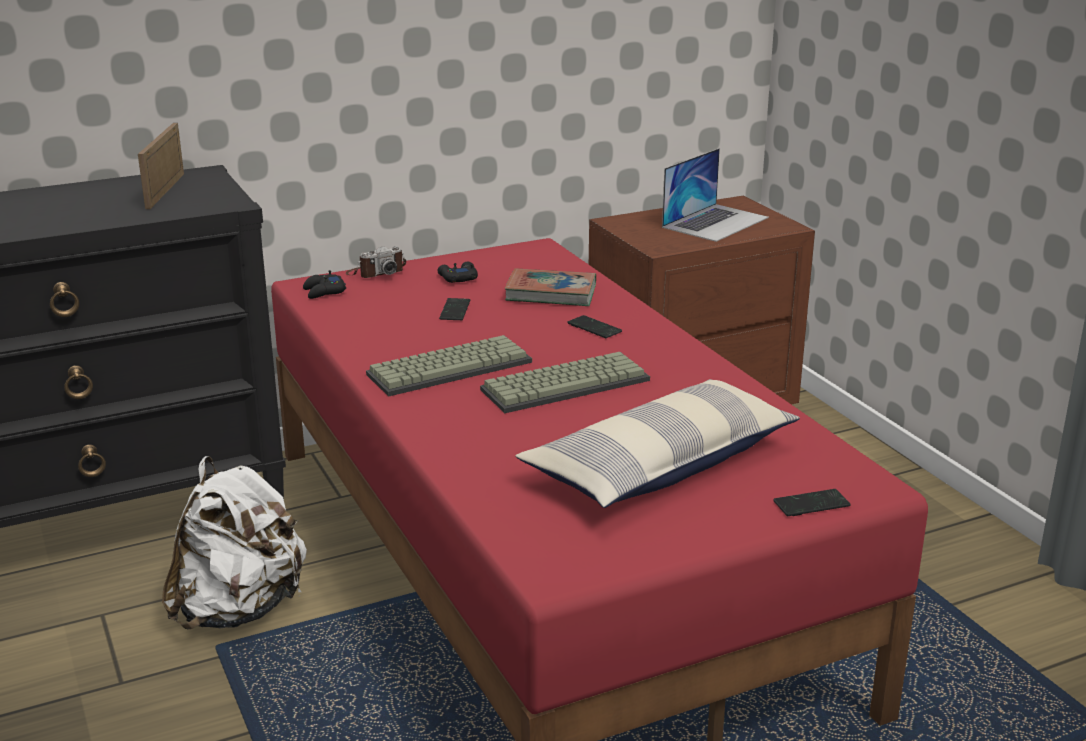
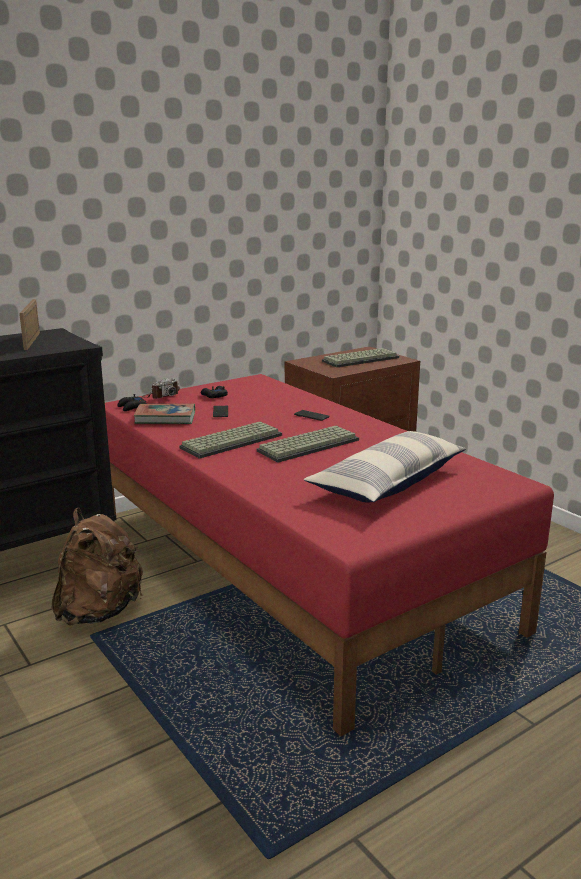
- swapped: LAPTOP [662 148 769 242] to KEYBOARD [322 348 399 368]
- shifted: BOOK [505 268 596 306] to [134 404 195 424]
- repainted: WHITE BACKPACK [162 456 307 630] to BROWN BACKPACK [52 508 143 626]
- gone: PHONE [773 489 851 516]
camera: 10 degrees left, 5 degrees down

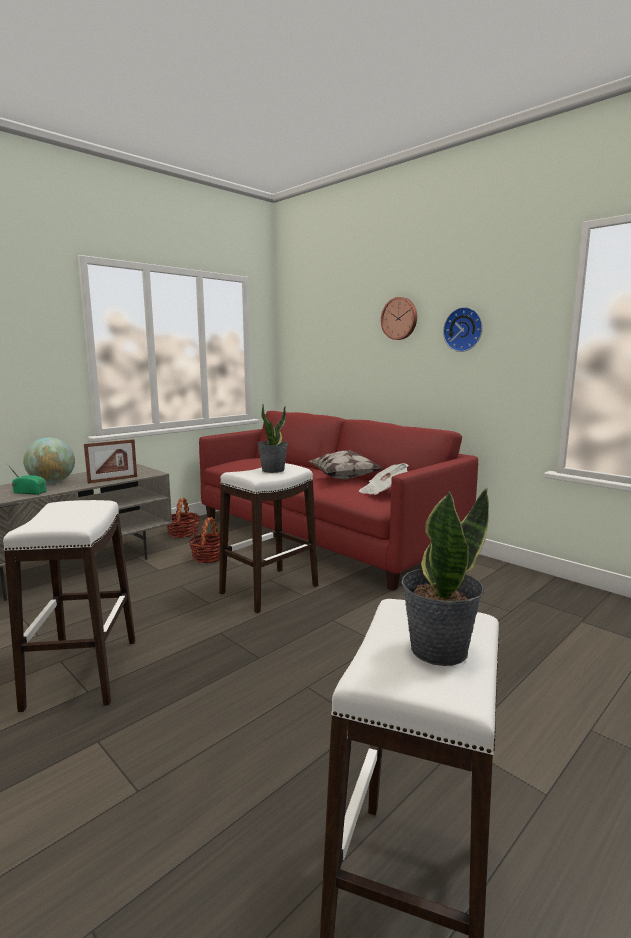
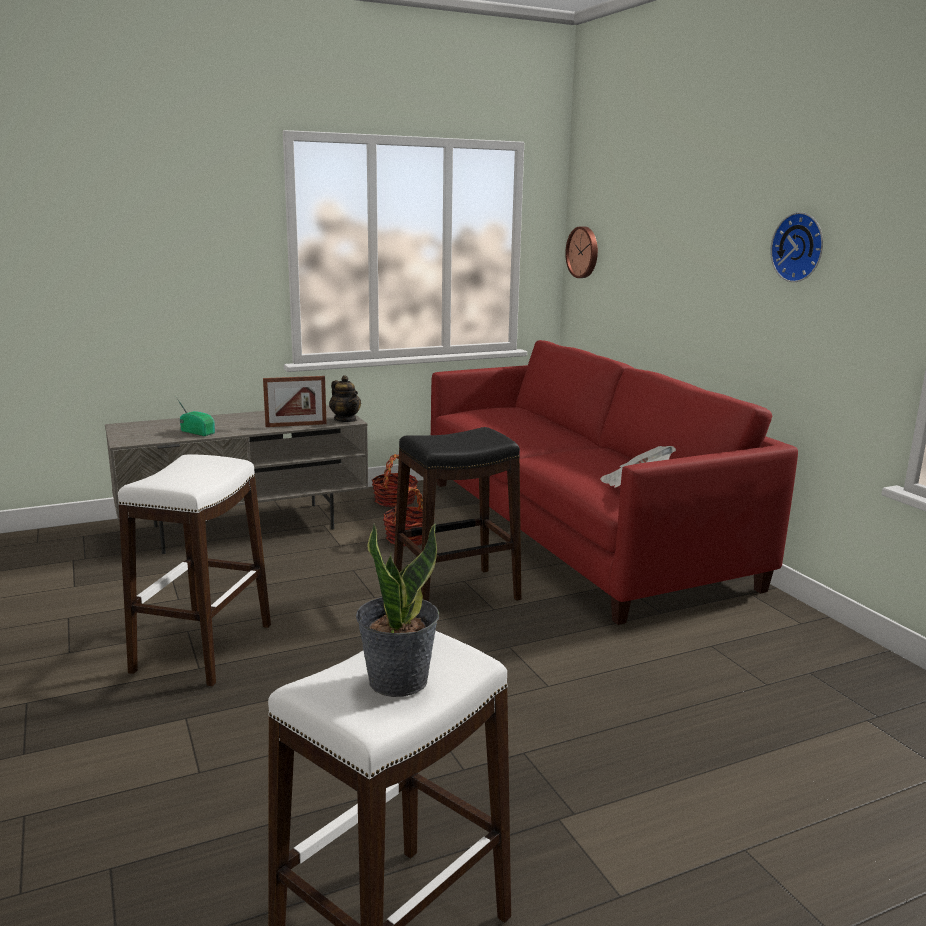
- shifted: WALL CLOCK [381 297 417 340] to [565 227 598 278]
- gone: POTTED PLANT [257 405 288 473]
- gone: GLOBE [23 438 75 484]
- gone: PILLOW [309 450 383 480]
- repainted: WHITE STOOL [219 463 318 613] to BLACK STOOL [394 427 521 601]
- new: TEAPOT [329 375 361 422]
camera: 20 degrees right, 5 degrees up

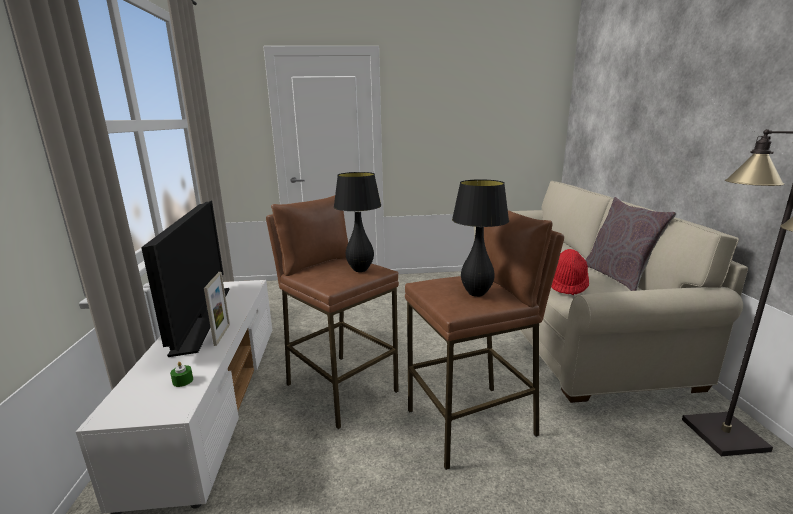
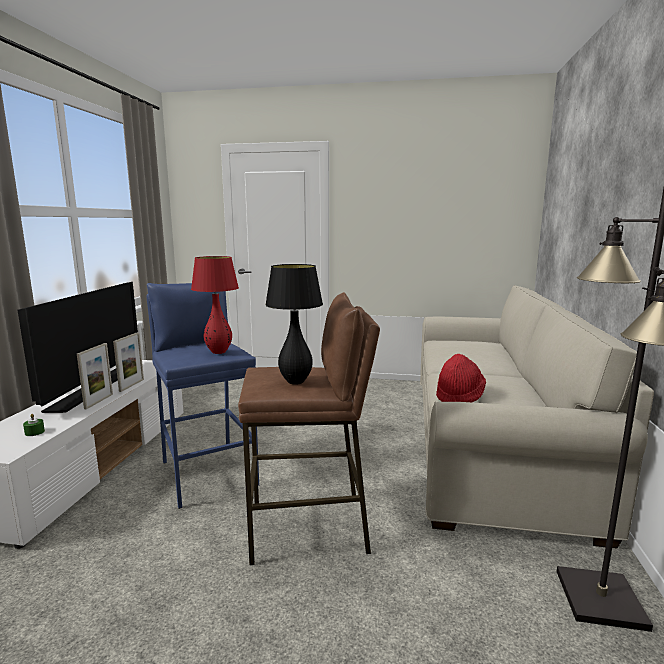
- repainted: BLACK TABLE LAMP [334 172 381 272] to RED TABLE LAMP [191 256 239 354]
- repainted: BROWN STOOL [266 195 399 429] to BLUE STOOL [147 283 259 509]
- gone: GREY PILLOW [585 197 676 291]
- new: PICTURE FRAME [113 332 144 392]
camera: 15 degrees right, 5 degrees down

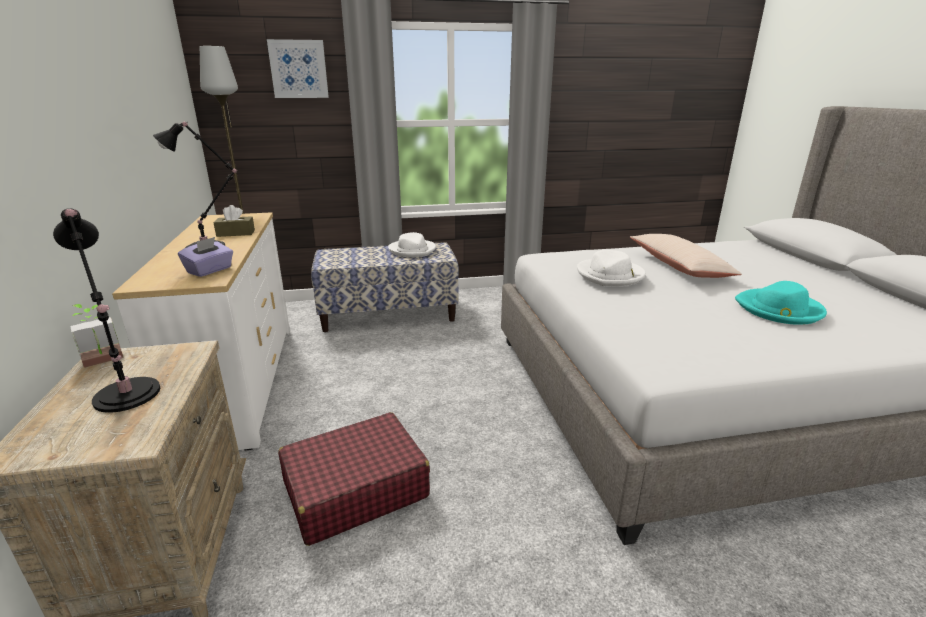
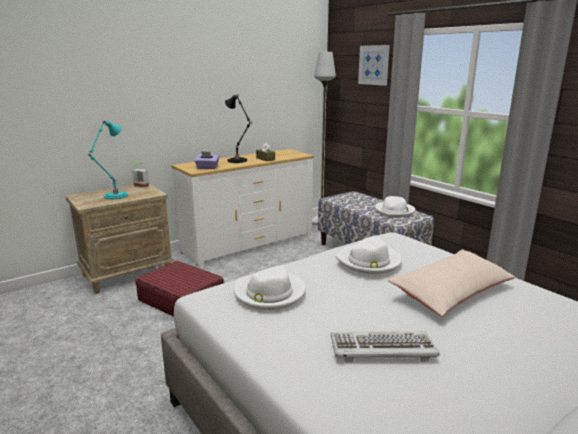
- repainted: BLACK TABLE LAMP [53 208 160 413] to TURQUOISE TABLE LAMP [88 120 128 199]
- swapped: TURQUOISE HAT [735 281 827 325] to KEYBOARD [331 331 440 362]
- new: WHITE HAT [234 266 305 310]
camera: 65 degrees right, 5 degrees down

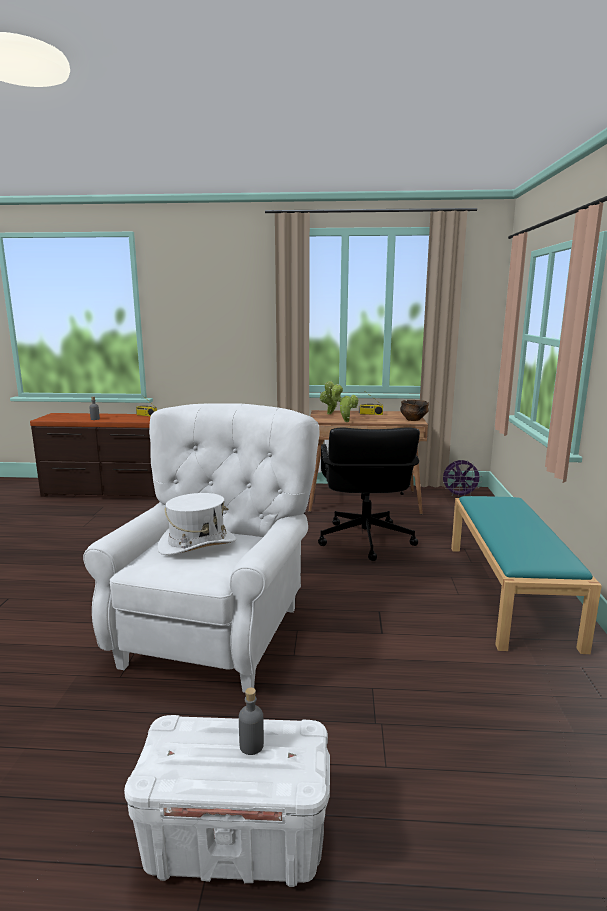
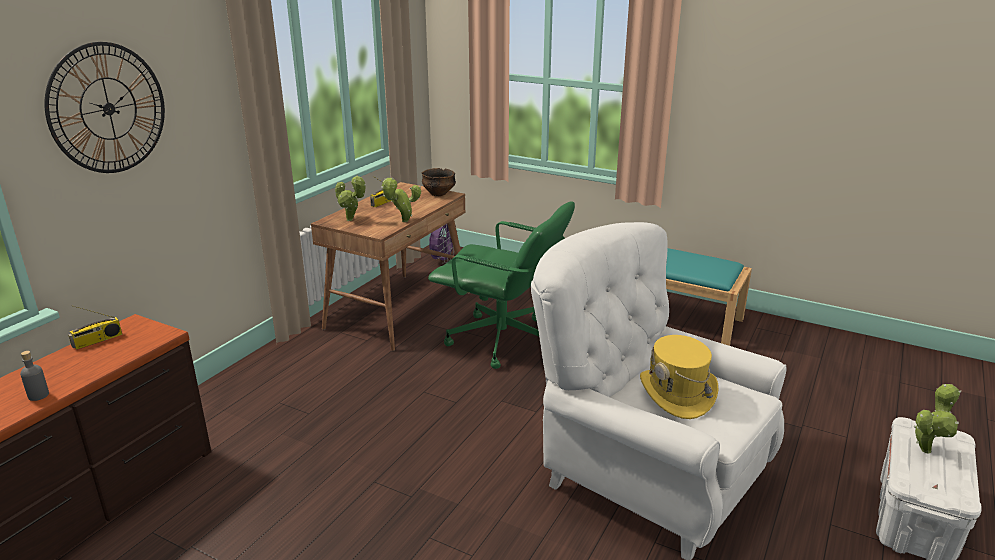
- repainted: BLACK OFFICE CHAIR [318 427 420 561] to GREEN OFFICE CHAIR [428 201 575 369]
- repainted: WHITE HAT [157 493 236 555] to YELLOW HAT [640 335 718 419]
- swapped: GREY BOTTLE [239 688 264 755] to POTTED PLANT [914 384 961 453]
- new: WALL CLOCK [44 42 165 173]
camera: 65 degrees left, 10 degrees up

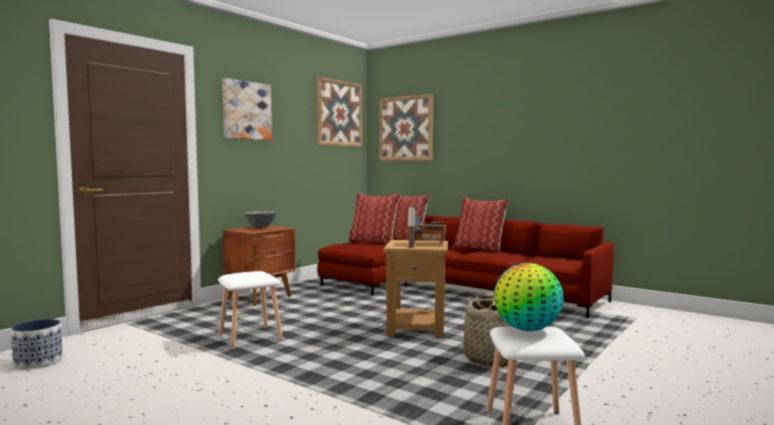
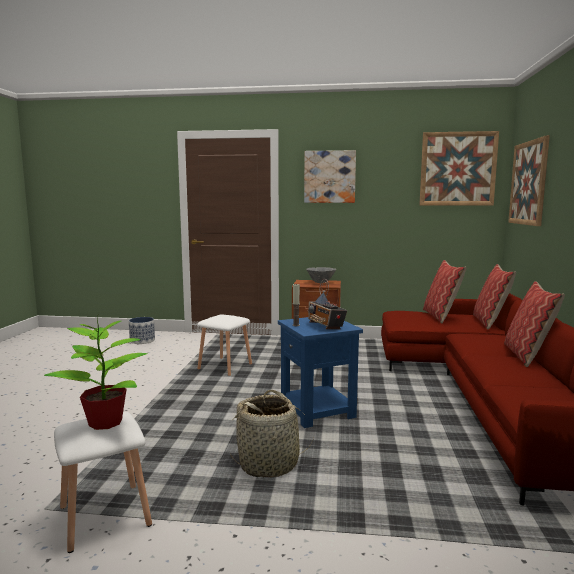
- repainted: BROWN SIDE TABLE [383 240 448 338] to BLUE SIDE TABLE [278 317 363 428]
- swapped: GLOBE [494 263 564 331] to POTTED PLANT [44 313 148 430]
camera: 60 degrees right, 5 degrees up

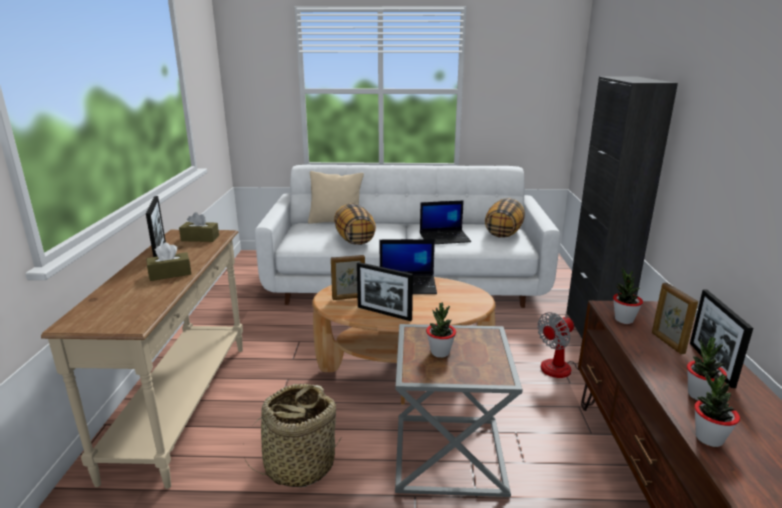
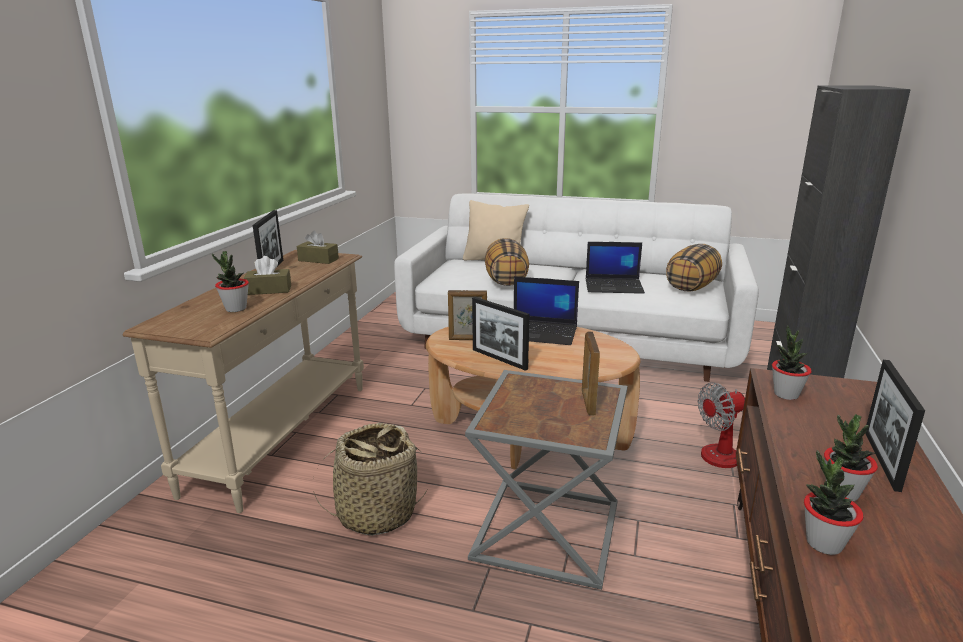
- shifted: PICTURE FRAME [652 283 698 354] to [582 332 600 415]
- shifted: POTTED PLANT [426 303 456 358] to [212 251 249 312]
camera: 15 degrees right, 0 degrees up

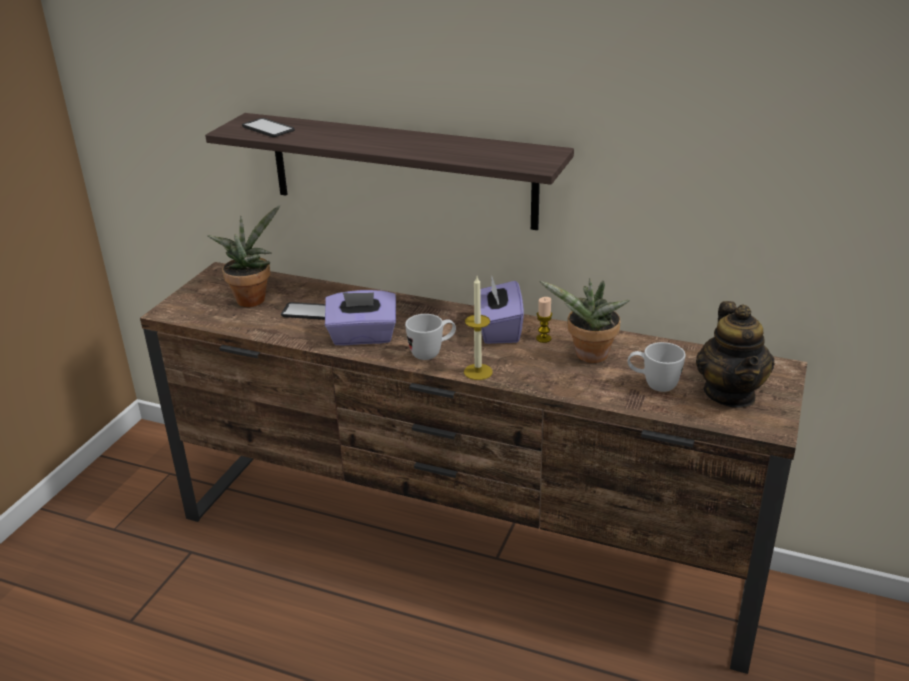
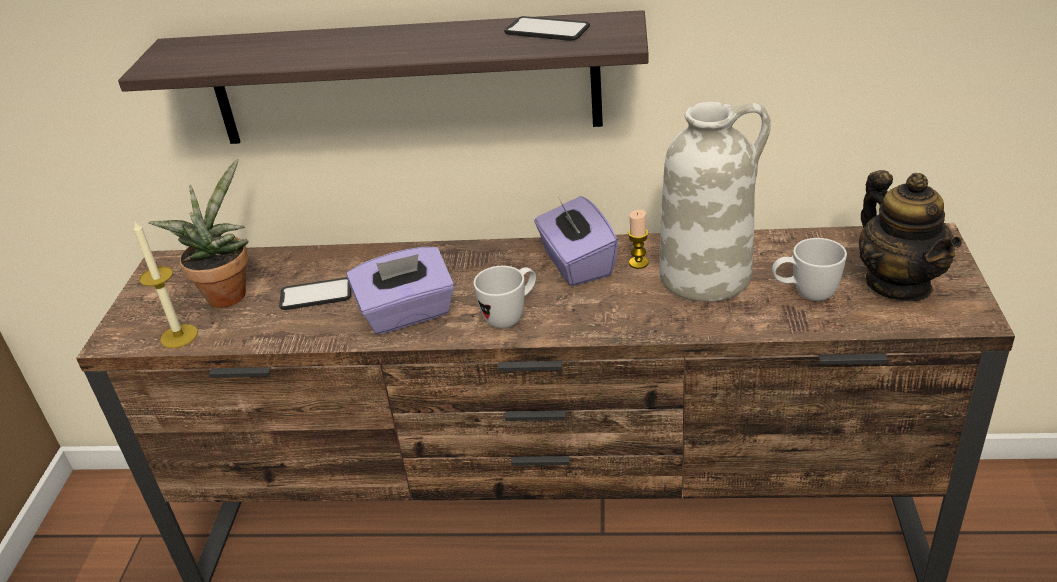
- shifted: PHONE [242 118 295 137] to [504 16 590 41]
- shifted: CANDLE [464 276 493 380] to [133 221 198 348]
- swapped: POTTED PLANT [539 278 630 363] to WHITE VASE [660 102 771 302]
camera: 15 degrees left, 5 degrees up

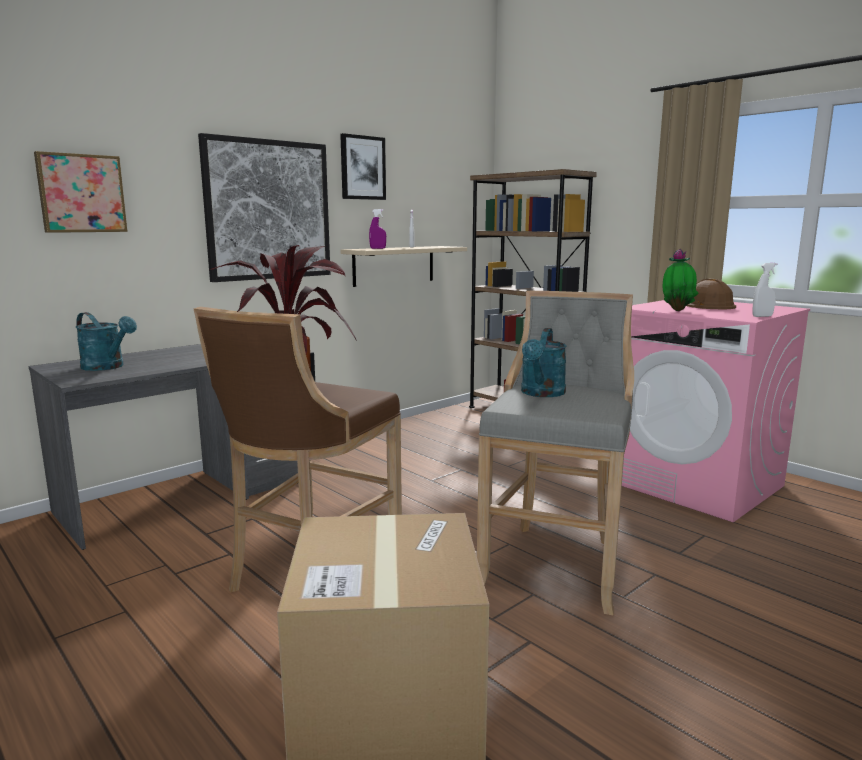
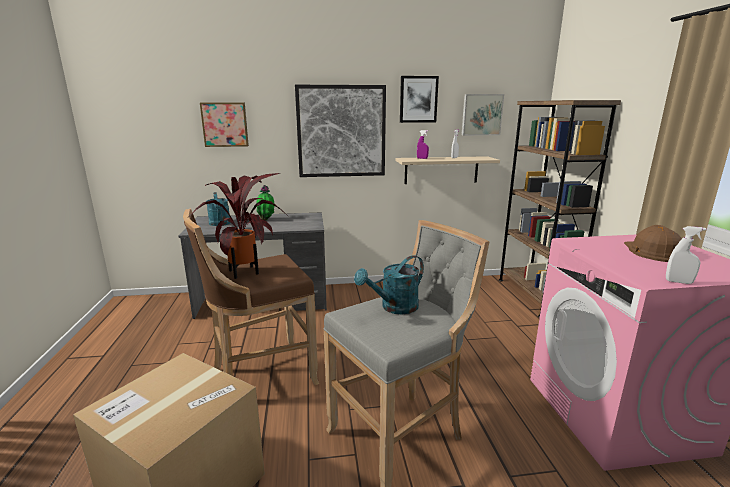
- shifted: POTTED PLANT [663 249 699 311] to [256 185 274 221]
- new: PICTURE [462 94 504 135]
camera: 35 degrees right, 5 degrees up

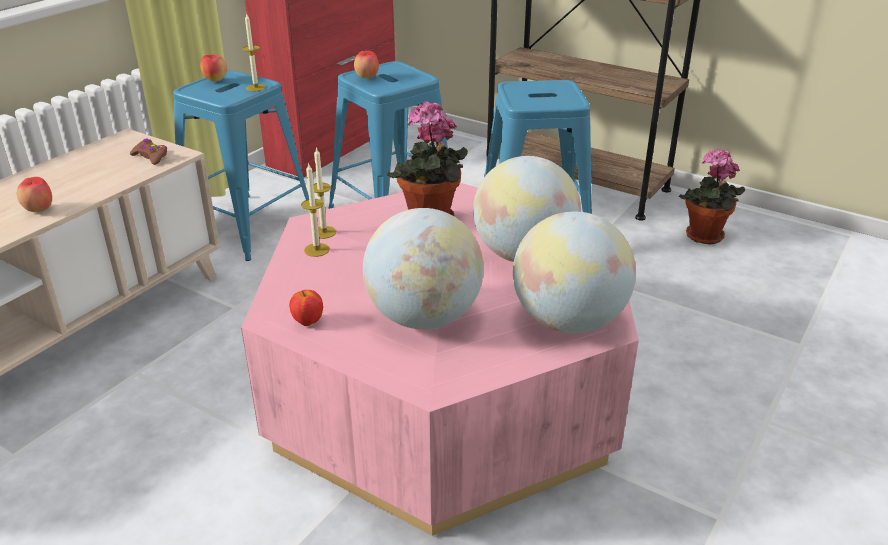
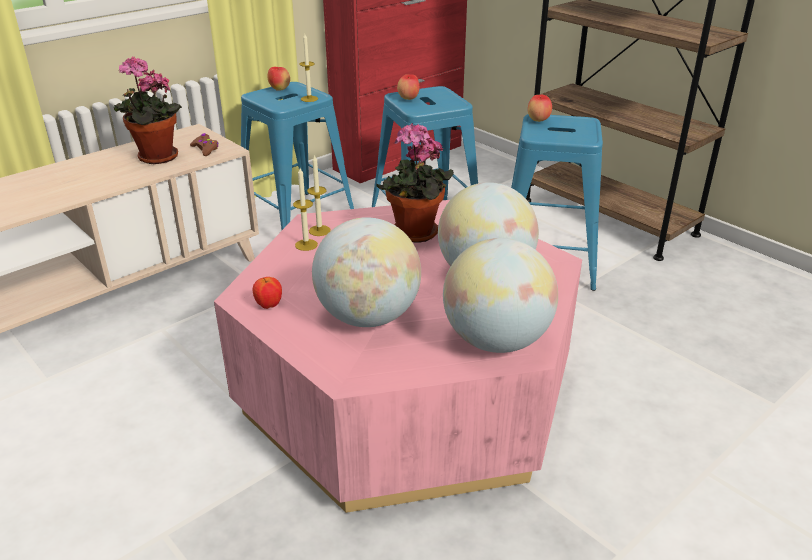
- shifted: POTTED PLANT [679 149 745 245] to [114 56 182 164]
- shifted: APPLE [17 177 52 212] to [528 95 552 122]
camera: 15 degrees right, 0 degrees up

